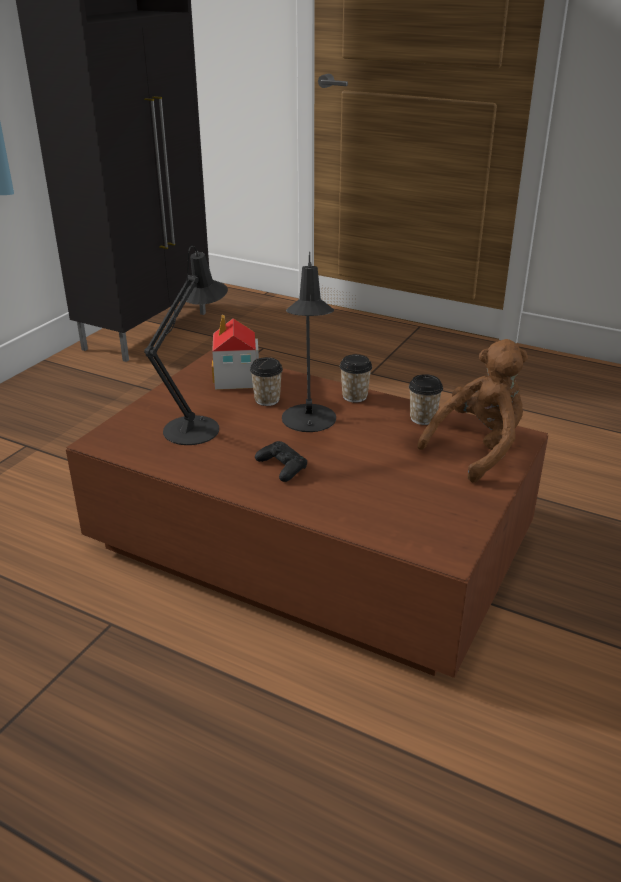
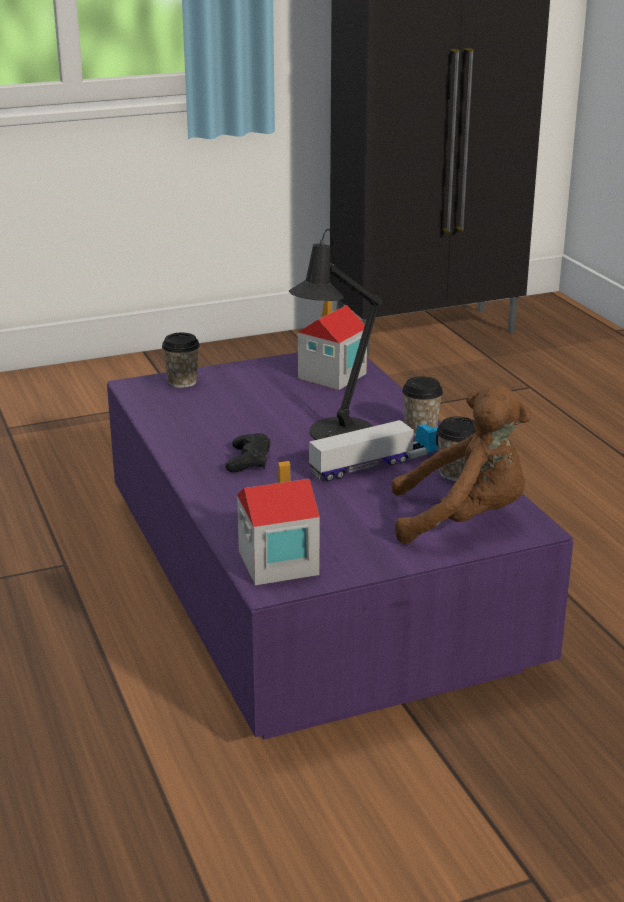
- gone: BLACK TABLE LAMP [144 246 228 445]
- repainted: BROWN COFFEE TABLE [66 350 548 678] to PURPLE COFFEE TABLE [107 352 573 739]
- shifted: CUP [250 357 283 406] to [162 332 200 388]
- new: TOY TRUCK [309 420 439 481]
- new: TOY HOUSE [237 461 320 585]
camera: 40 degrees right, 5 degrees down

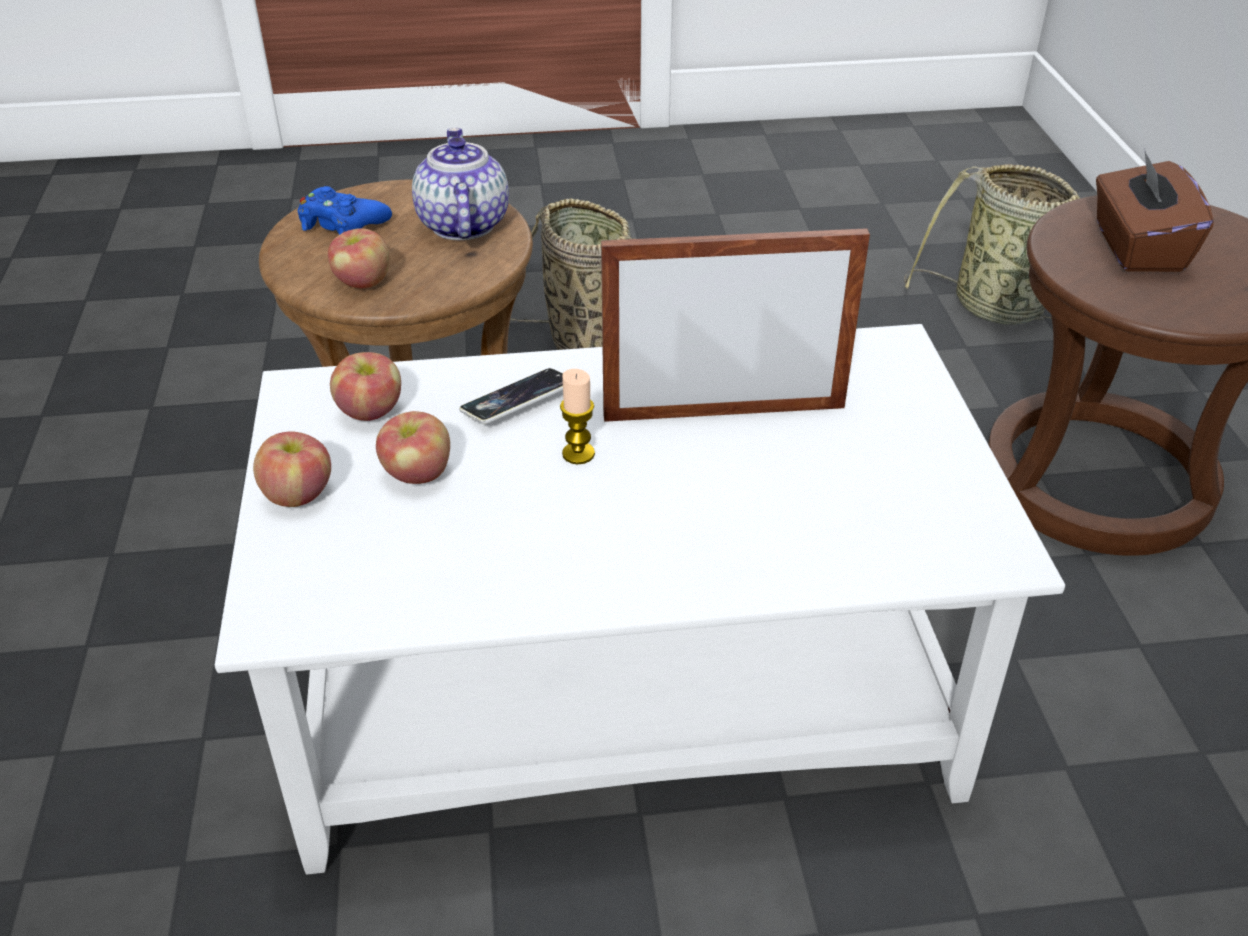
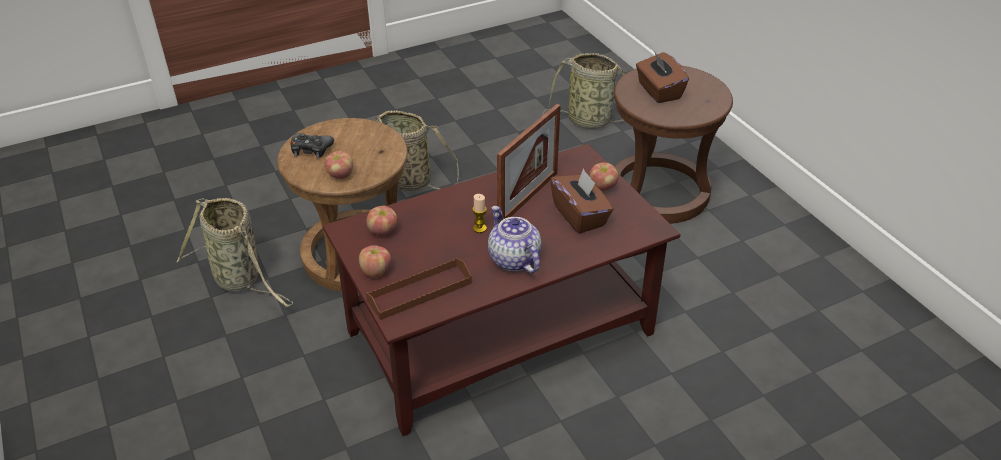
- shifted: TEAPOT [412 128 509 240] to [488 206 541 273]
- repainted: BLUE GAME CONTROLLER [298 186 392 235] to BLACK GAME CONTROLLER [291 133 334 158]
- rotated: PICTURE FRAME [601 228 870 422] = [497 104 561 219] 150 degrees clockwise
- repainted: WHITE COFFEE TABLE [215 324 1065 875] to BROWN COFFEE TABLE [323 144 681 436]
- gone: PHONE [459 368 563 424]
- shifted: APPLE [376 411 450 484] to [589 163 618 191]
- new: BROWN TISSUE BOX [550 168 614 234]
- new: BASKET [177 198 293 307]
- new: BROWN TRAY [366 258 472 320]
camera: 20 degrees left, 0 degrees up

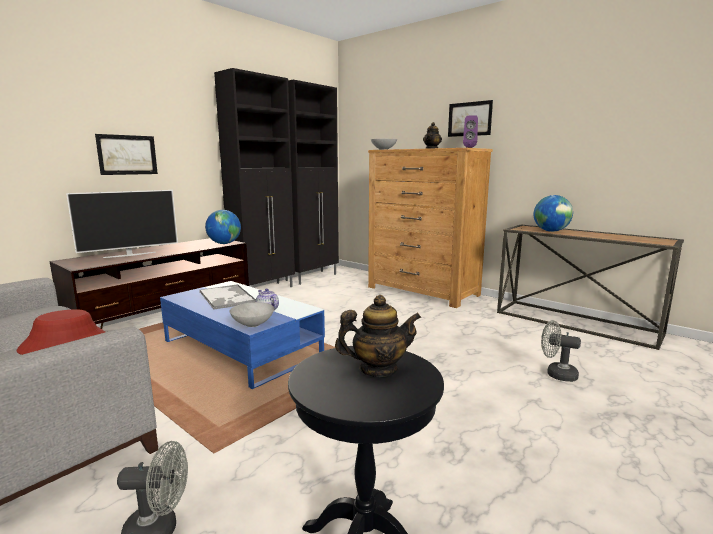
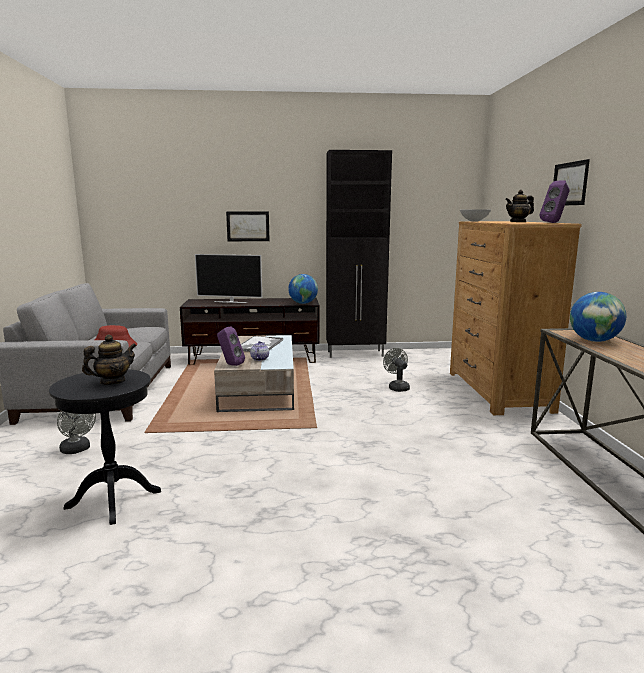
- gone: BLACK CABINET [285 80 339 285]
- repainted: BLUE COFFEE TABLE [160 281 325 389] to BEIGE COFFEE TABLE [214 335 294 412]
- rotated: TEAPOT [335 295 421 377] = [82 335 136 385] 75 degrees counterclockwise
- swapped: GREY BOWL [230 302 274 327] to PURPLE SPEAKER [217 326 245 366]
- shifted: GREY FAN [541 320 581 382] to [383 348 410 392]
camera: 45 degrees right, 0 degrees up

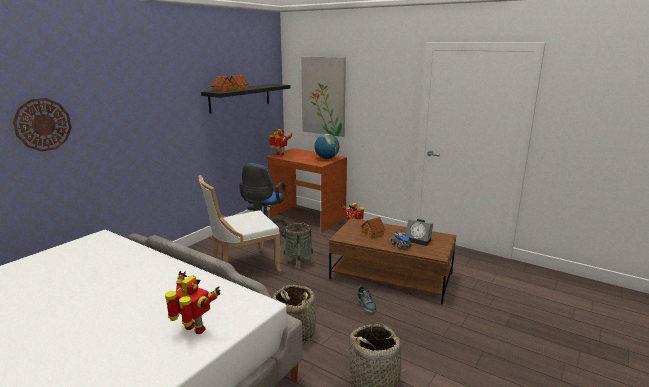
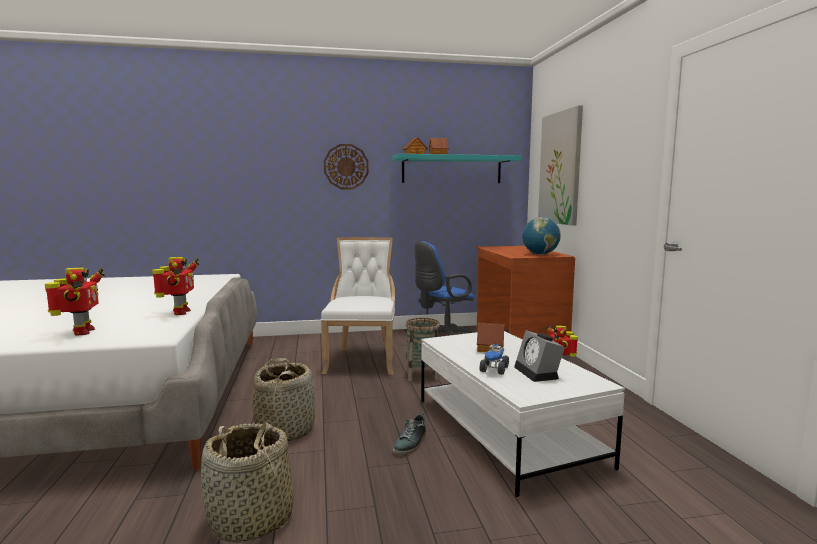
- repainted: BLACK SHELF [201 84 291 114] to TURQUOISE SHELF [392 154 522 183]
- shifted: WALL CLOCK [13 98 72 152] to [324 144 369 189]
- shifted: TOY ROBOT [269 129 292 156] to [152 257 200 315]
- rotated: WHITE CHAIR [198 175 282 272] = [321 237 395 375] 75 degrees clockwise
- repainted: BROWN COFFEE TABLE [329 218 456 304] to WHITE COFFEE TABLE [421 331 625 497]
camera: 45 degrees right, 10 degrees down

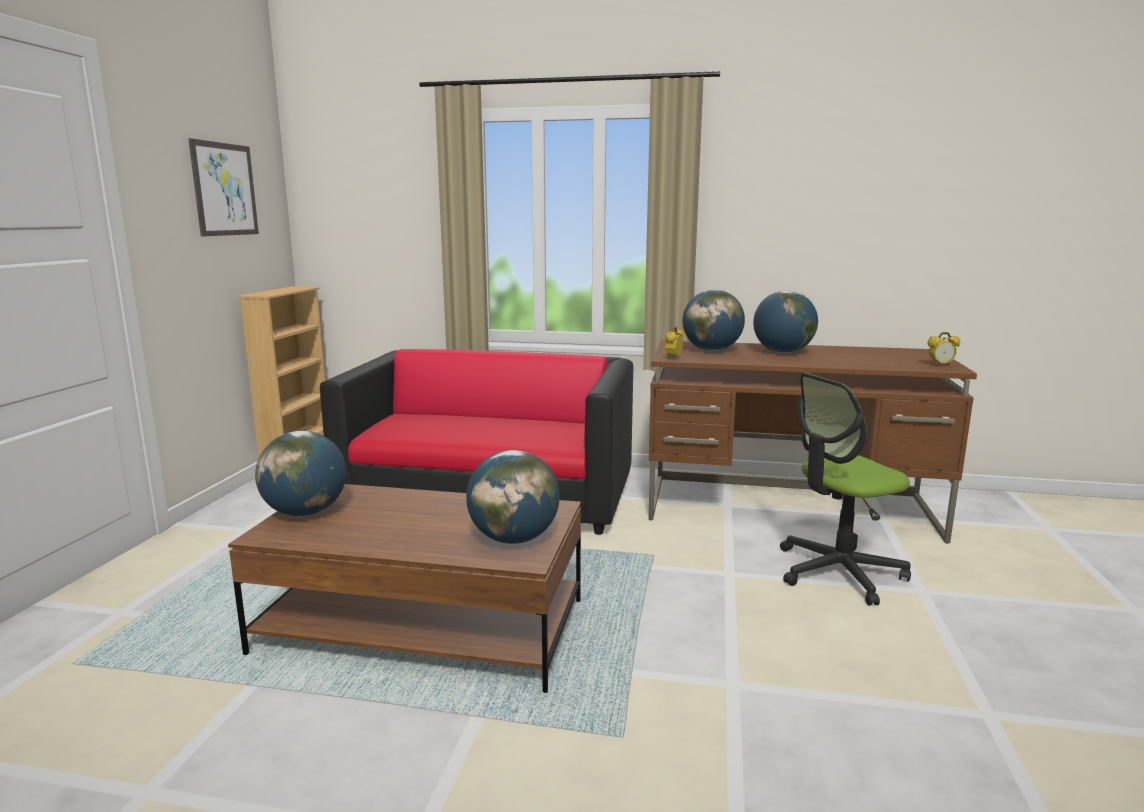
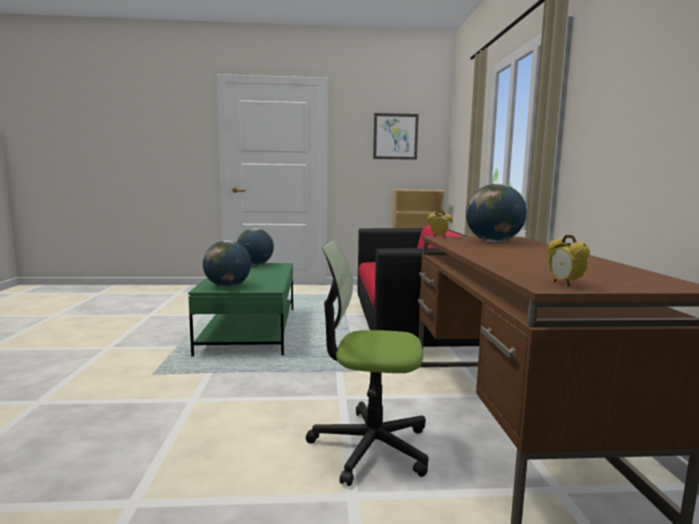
- gone: GLOBE [753 290 818 353]
- rotated: OFFICE CHAIR [780 372 911 606] = [306 241 429 486] 45 degrees counterclockwise
- repainted: BROWN COFFEE TABLE [228 484 581 693] to GREEN COFFEE TABLE [188 263 293 357]
camera: 75 degrees right, 5 degrees down

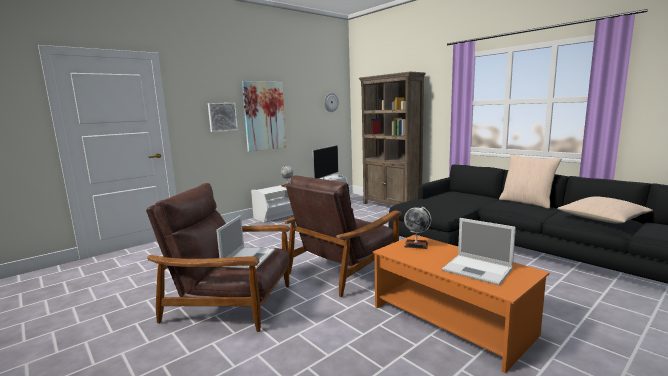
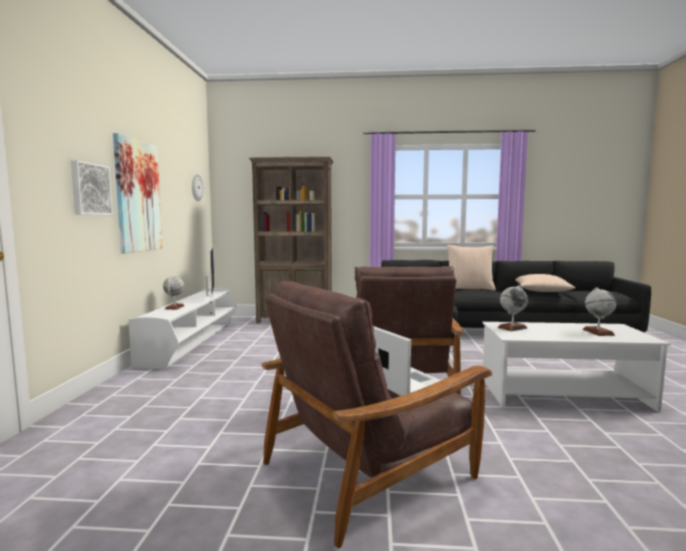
- swapped: LAPTOP [442 218 516 285] to GLOBE [582 287 617 336]
- repainted: ORANGE COFFEE TABLE [373 235 550 373] to WHITE COFFEE TABLE [482 322 671 412]
camera: 45 degrees left, 5 degrees down

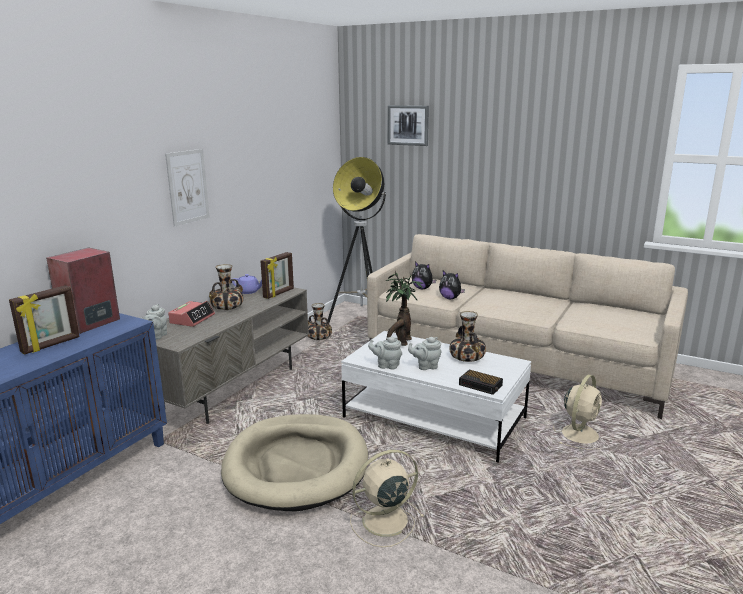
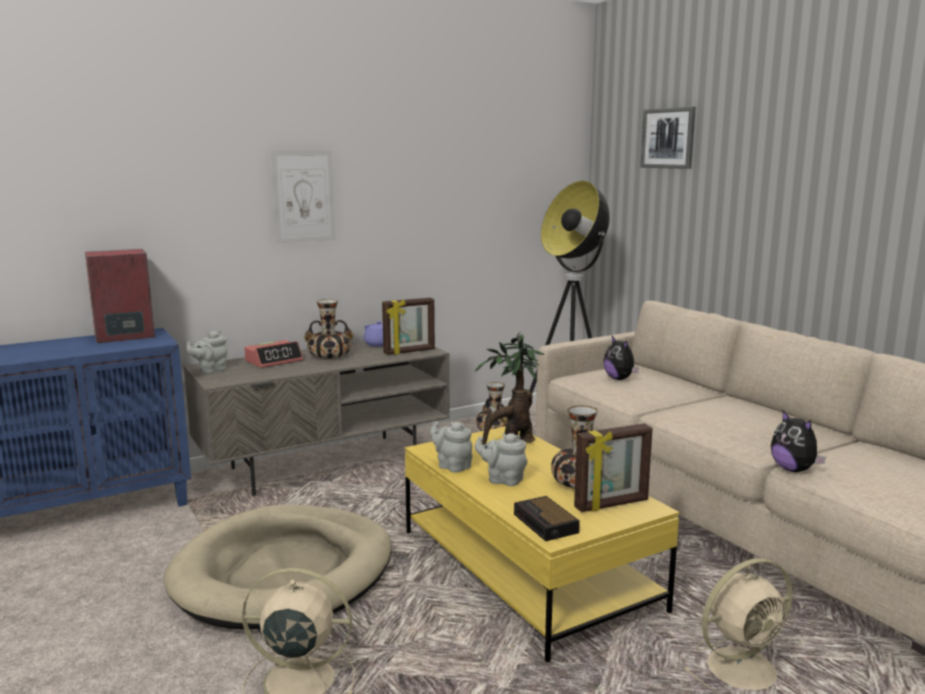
- shifted: PLUSH TOY [439 271 465 299] to [771 410 826 472]
- shifted: PICTURE FRAME [9 285 80 354] to [574 423 653 512]
- repainted: WHITE COFFEE TABLE [341 331 531 463] to YELLOW COFFEE TABLE [405 426 679 662]
camera: 30 degrees right, 5 degrees down

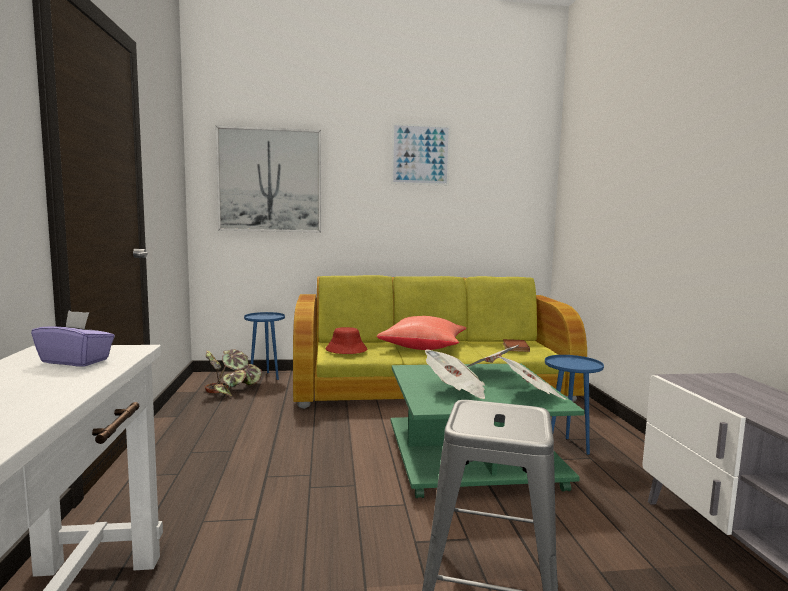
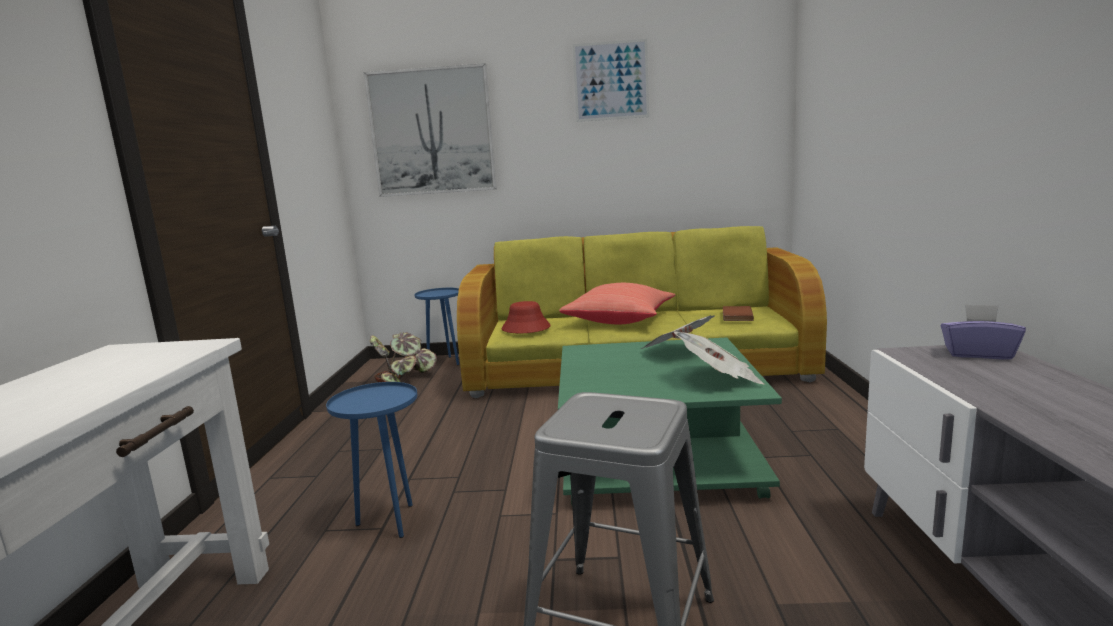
- shifted: PURPLE TISSUE BOX [31 310 115 367] to [940 304 1026 359]
- gone: NEWSPAPER [425 349 485 399]
- shifted: BLUE SIDE TABLE [545 355 604 455] to [326 382 417 538]
camera: 10 degrees right, 5 degrees up

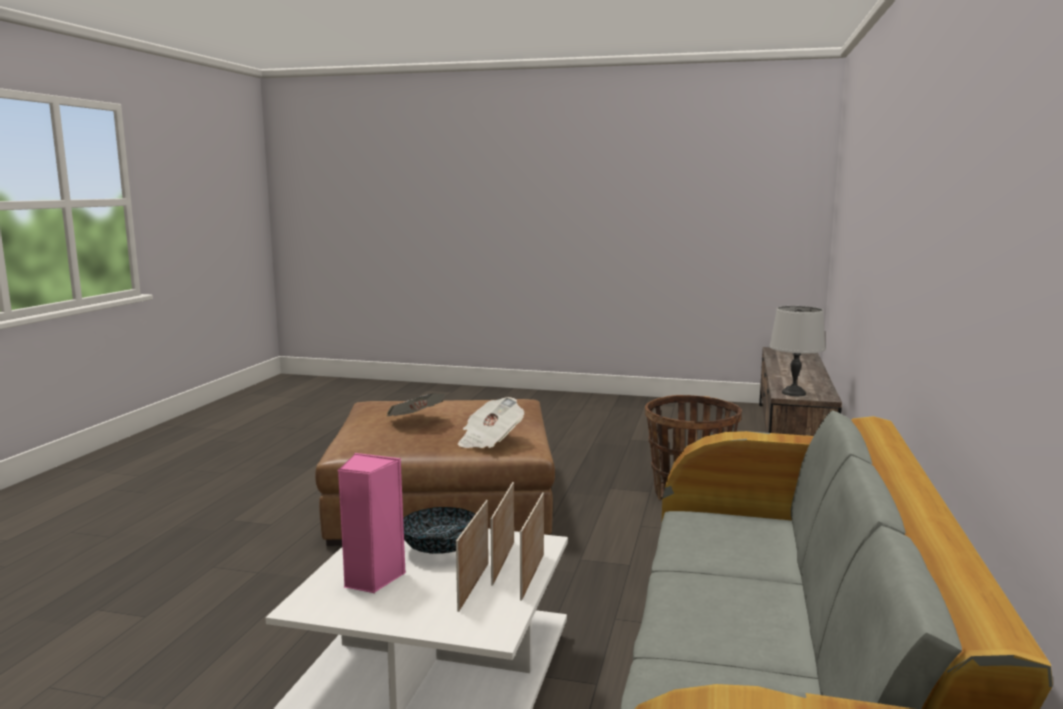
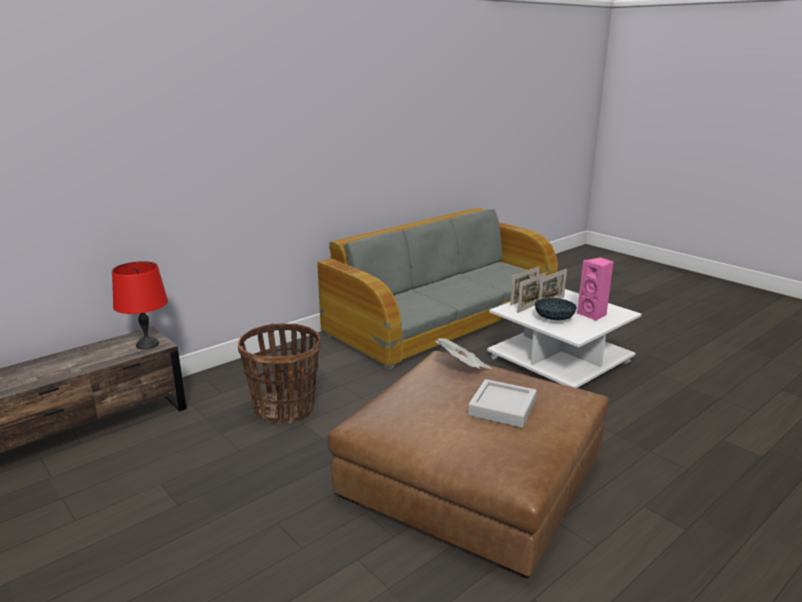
- repainted: GREY TABLE LAMP [769 306 825 396] to RED TABLE LAMP [112 261 168 350]
- swapped: NEWSPAPER [387 393 445 416] to GREY TRAY [468 379 537 428]
camera: 145 degrees left, 10 degrees up

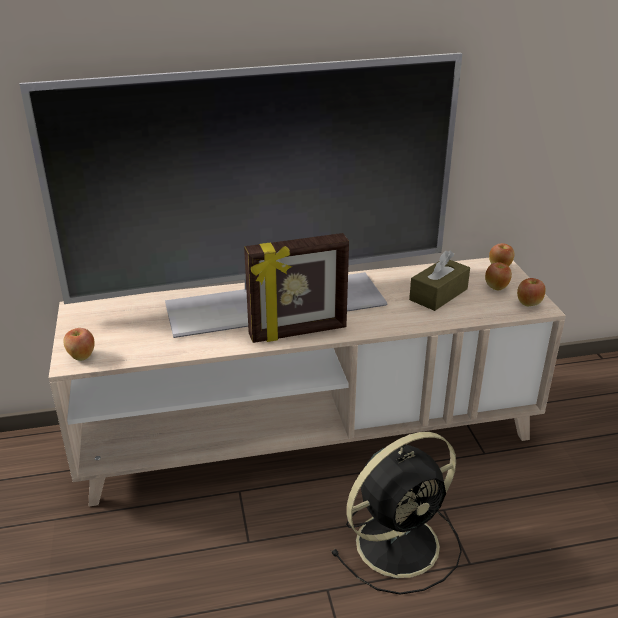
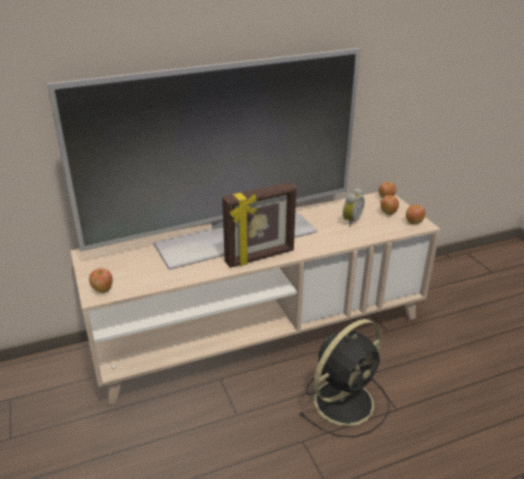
- swapped: BROWN TISSUE BOX [409 251 470 311] to ALARM CLOCK [343 188 365 227]
camera: 10 degrees left, 0 degrees up

